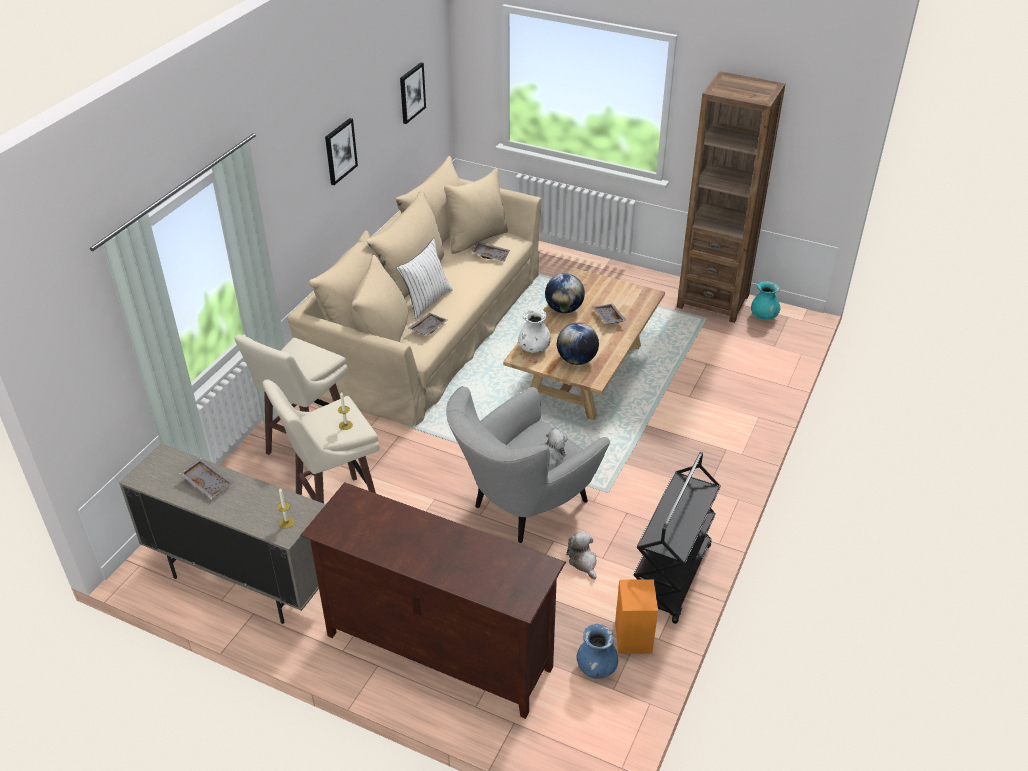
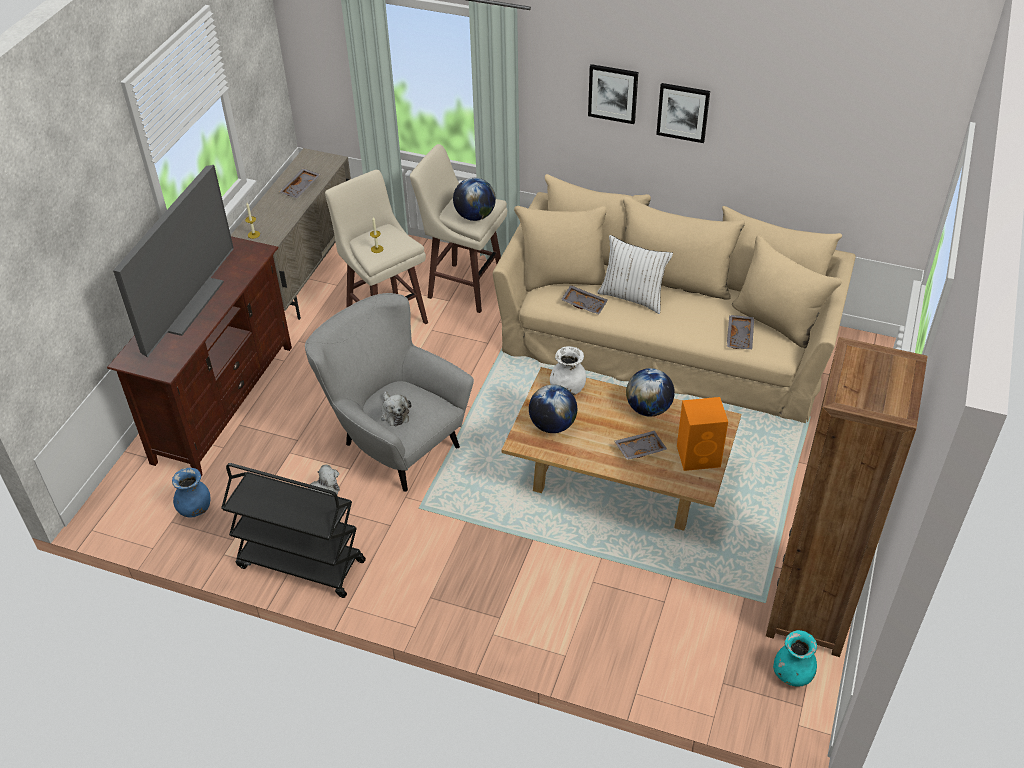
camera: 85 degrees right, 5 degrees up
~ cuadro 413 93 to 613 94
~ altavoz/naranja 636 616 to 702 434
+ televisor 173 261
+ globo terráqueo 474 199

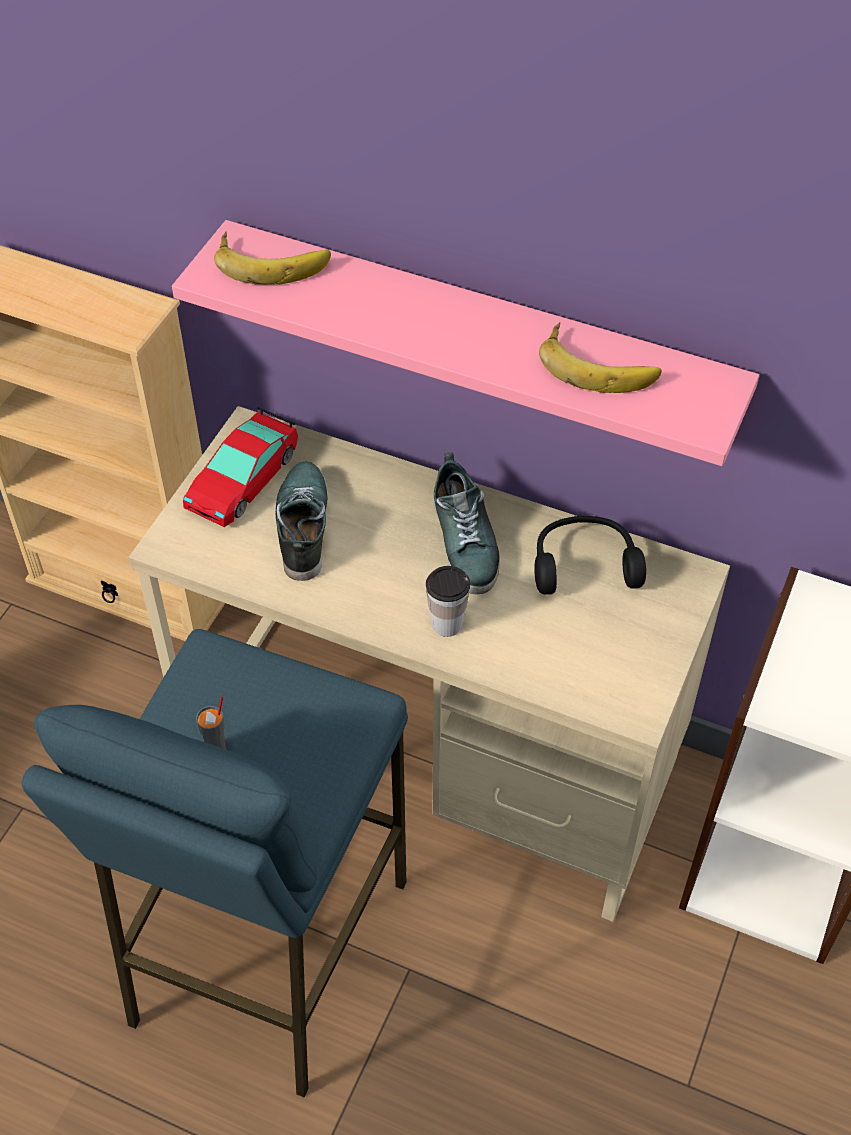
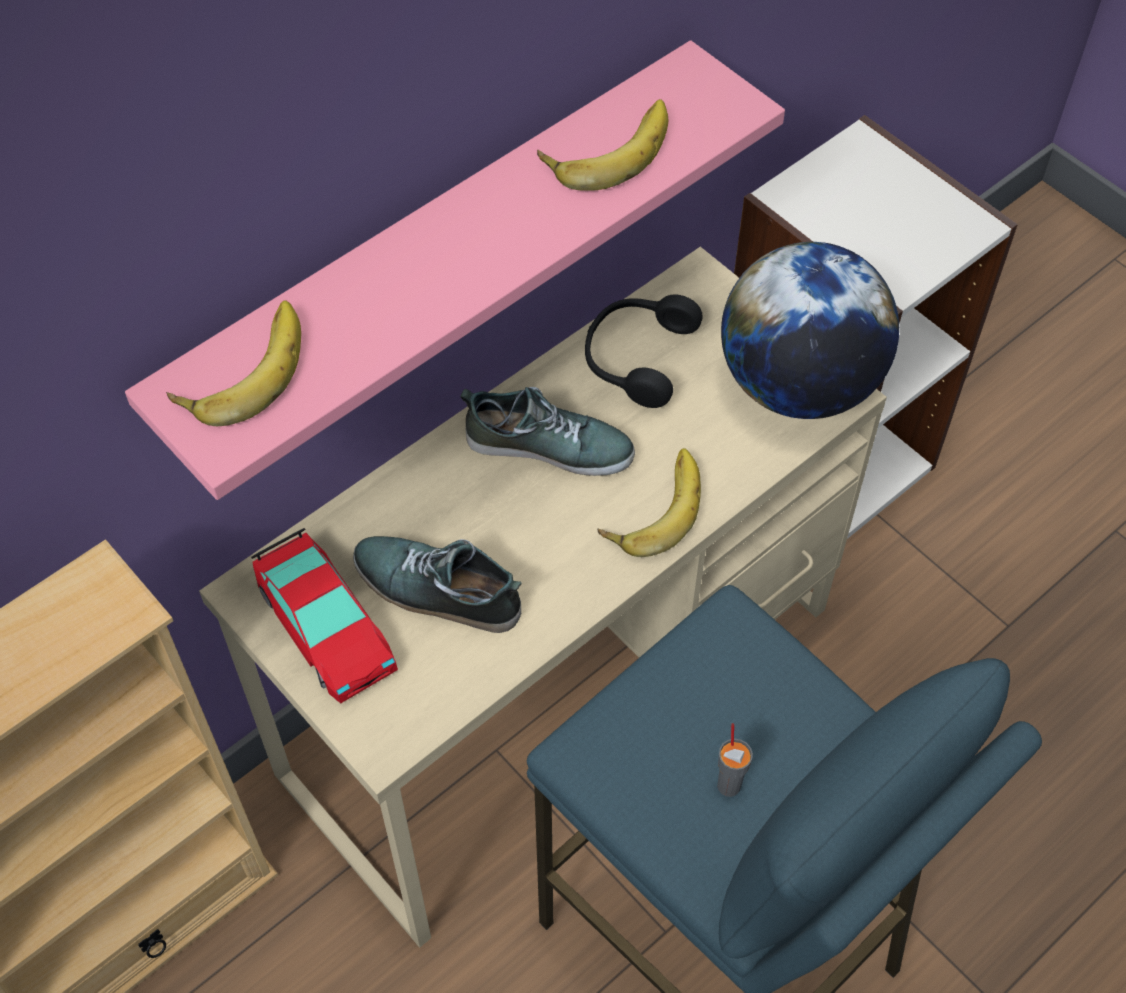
camera: 65 degrees left, 5 degrees up
~ taza 448 601 to plátano 649 502
+ globo terráqueo 810 330

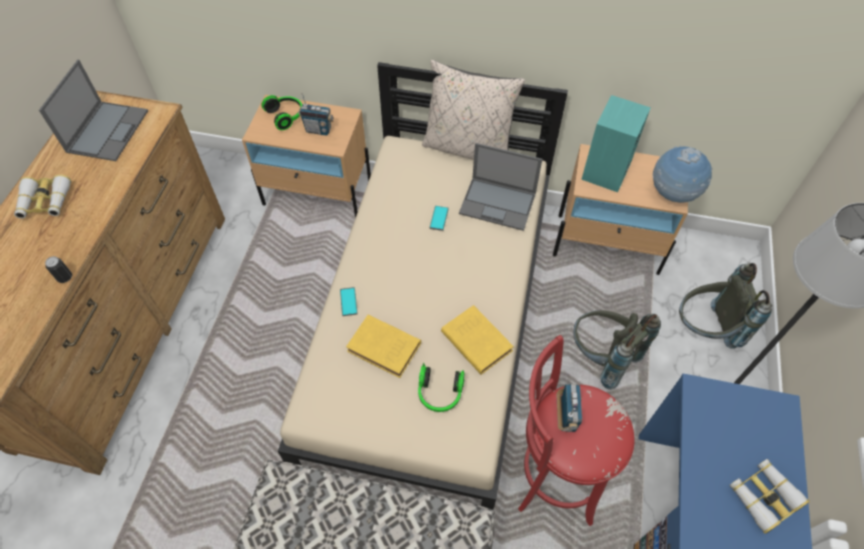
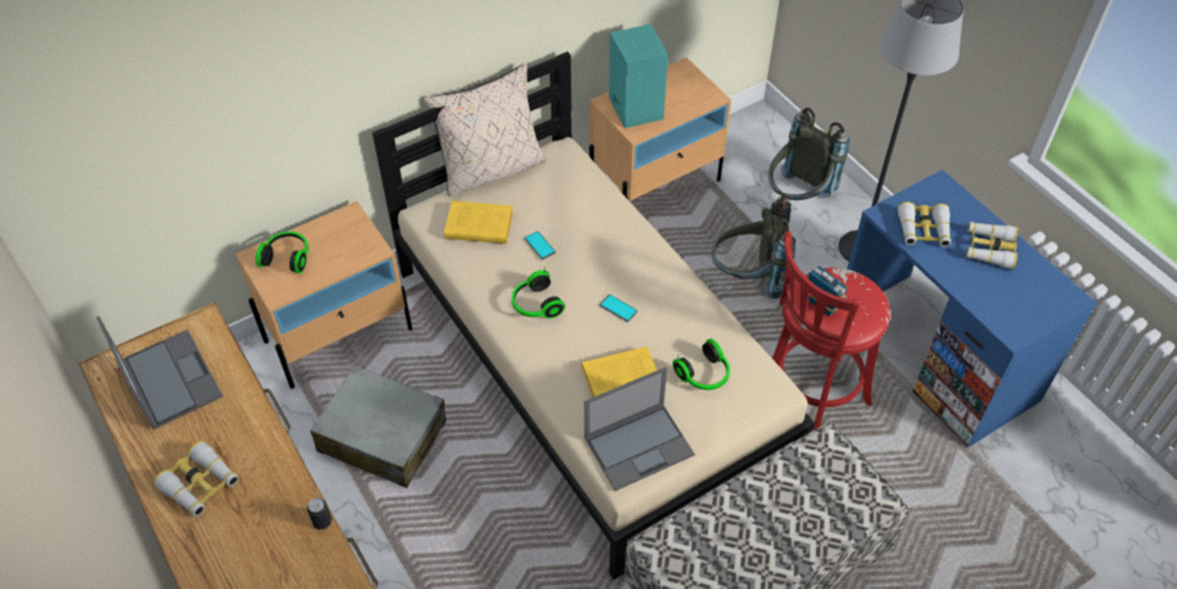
camera: 45 degrees left, 5 degrees down
- radio 316 114
~ portátil 500 187 to 639 429
- globo terráqueo 682 174
~ móvil 349 301 to 619 308
~ libro/amarillo 477 340 to 478 222
+ prismáticos 924 224
+ auriculares 538 293
+ maleta/gris 378 426

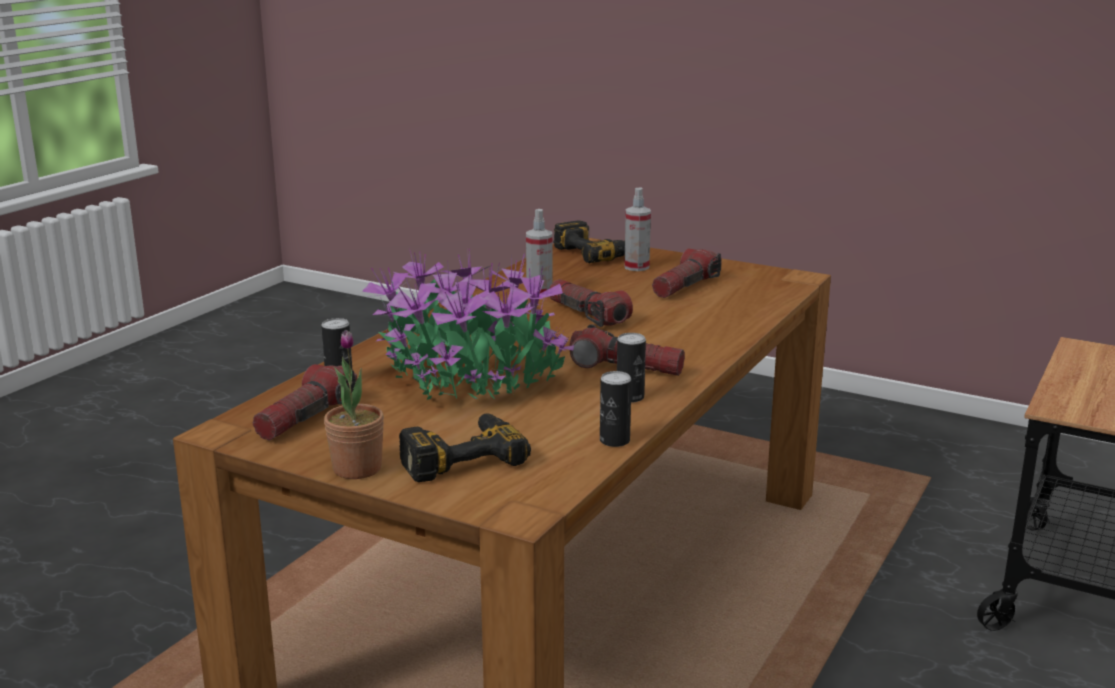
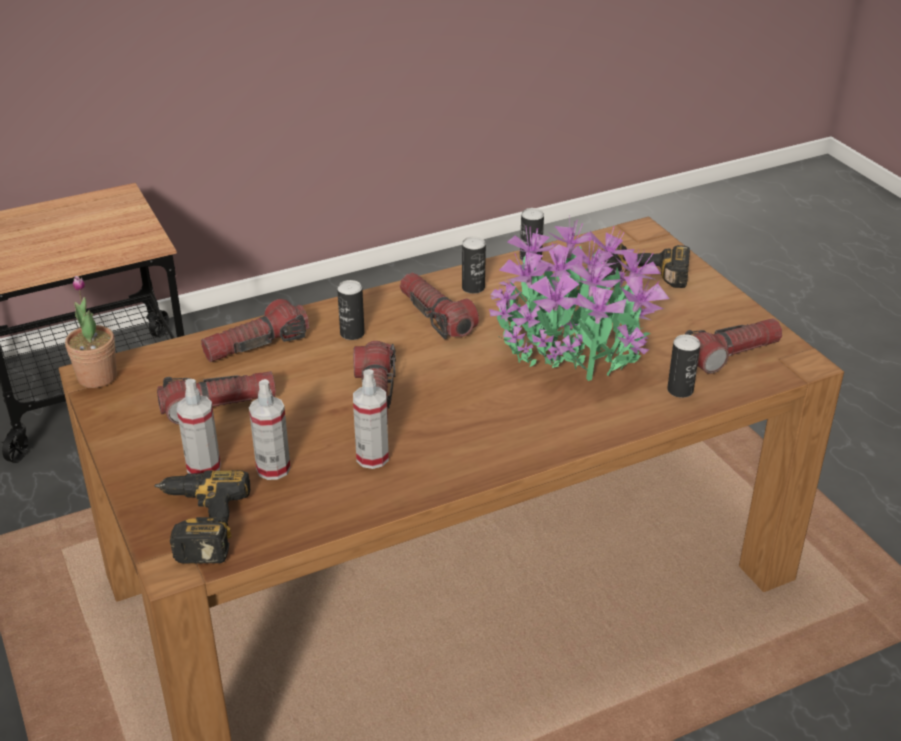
camera: 145 degrees left, 15 degrees up
~ planta en maceta 354 404 to 91 332
+ lata 351 310
+ linterna 255 330
+ pulverizador 270 429

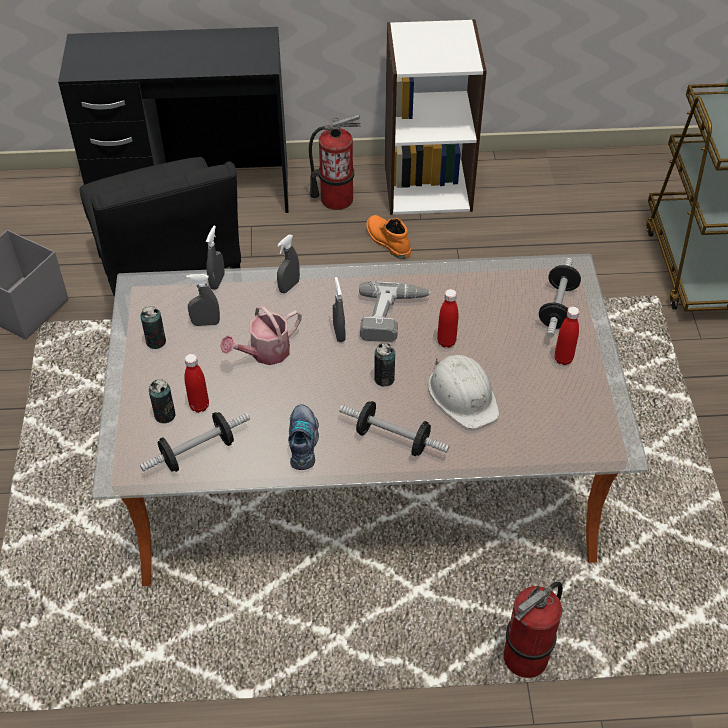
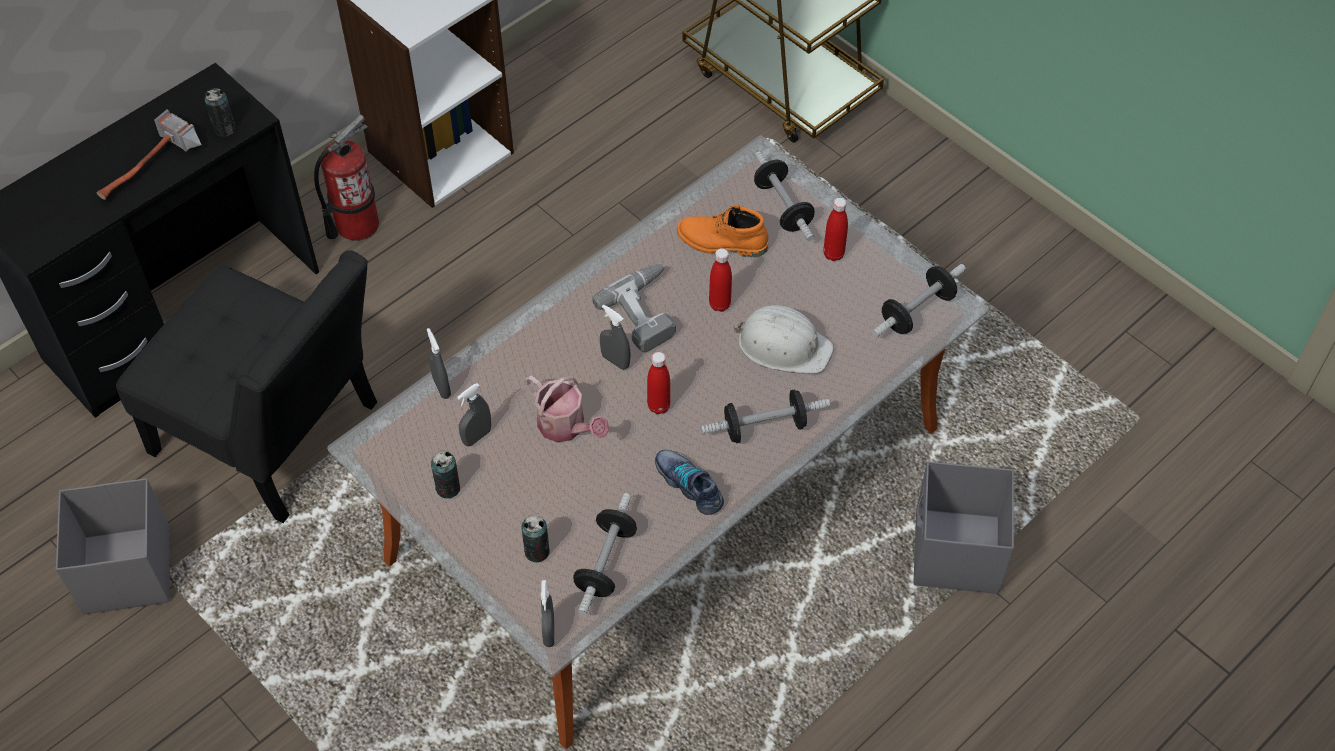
camera: 40 degrees left, 5 degrees up
~ bota/naranja 388 237 to 722 231
~ pulverizador/gris 288 263 to 548 613
~ regadera 261 335 = 567 408 60 degrees counterclockwise
~ lata 384 365 to 220 112
~ botella/rojo 196 383 to 658 383
~ extintor 533 630 to caja de almacenaje/gris 963 527
+ martillo 149 155
+ mancuerna 919 300

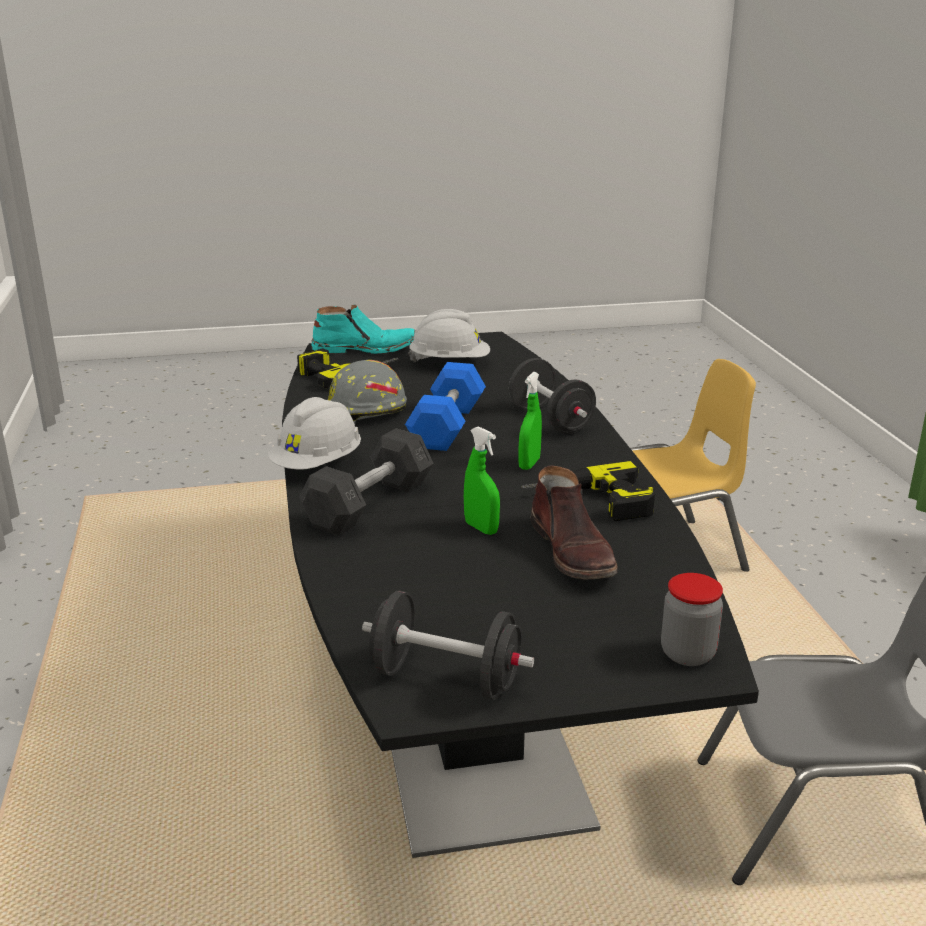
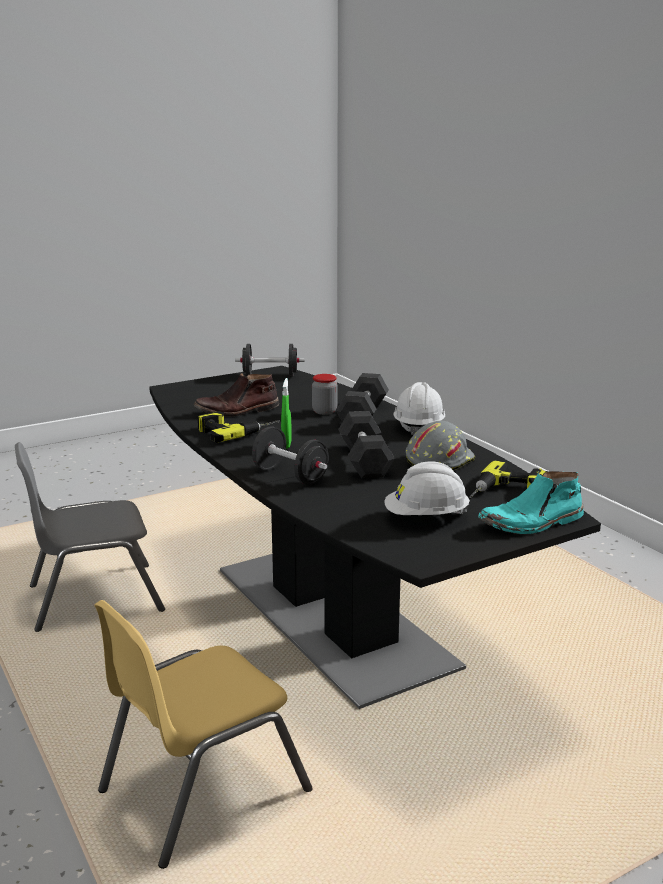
camera: 160 degrees right, 5 degrees down
~ mancuerna/azul 445 406 to mancuerna/gris 366 444
- pulverizador/verde 482 480
~ bota/marrón 574 522 = 236 395 75 degrees counterclockwise
~ tarro 692 619 to 324 394

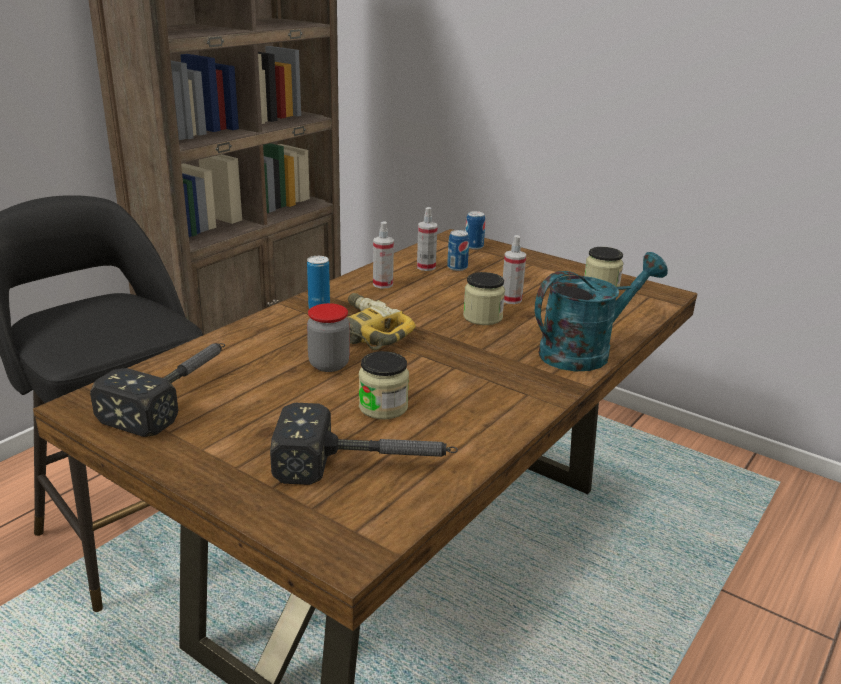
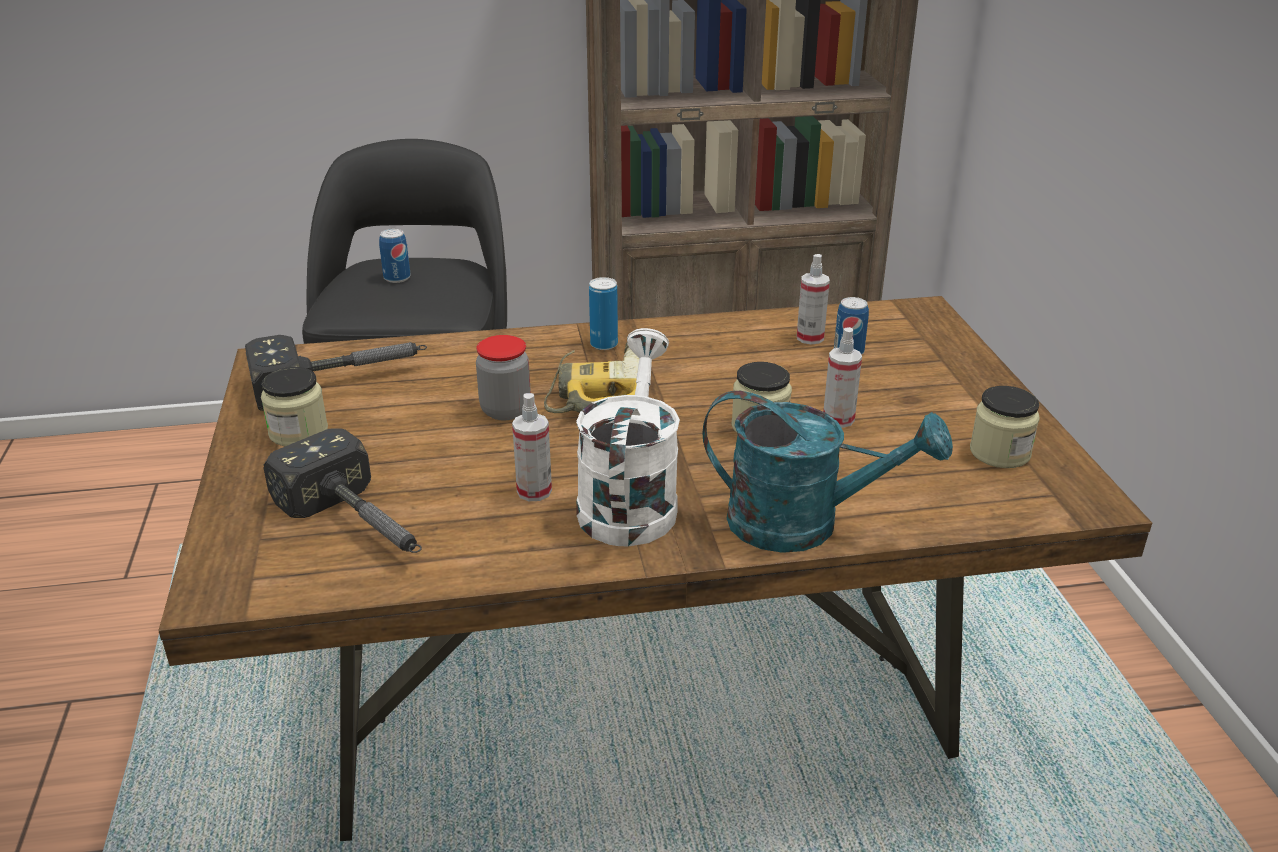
camera: 45 degrees right, 5 degrees up
~ lata 475 230 to 395 256
~ pulverizador 383 255 to 532 447
~ tarro 384 385 to 294 406
+ regadera/blanco 628 437

